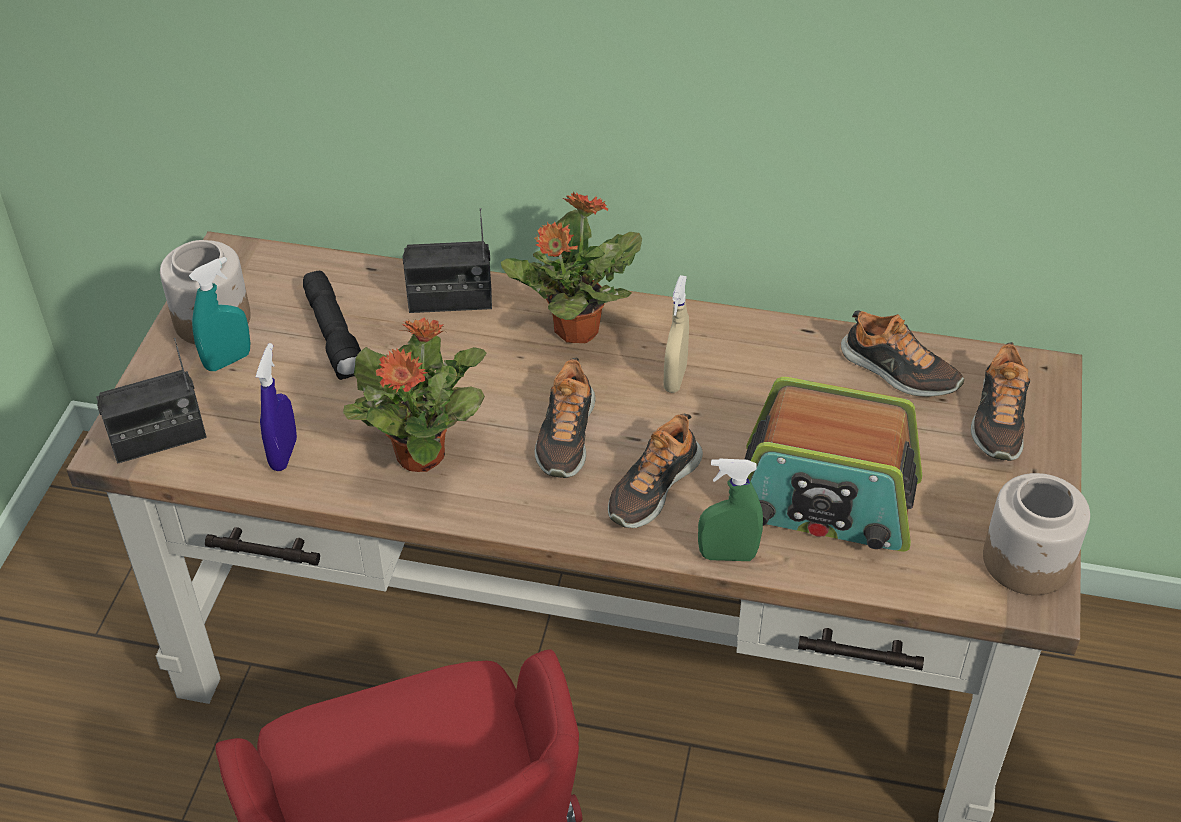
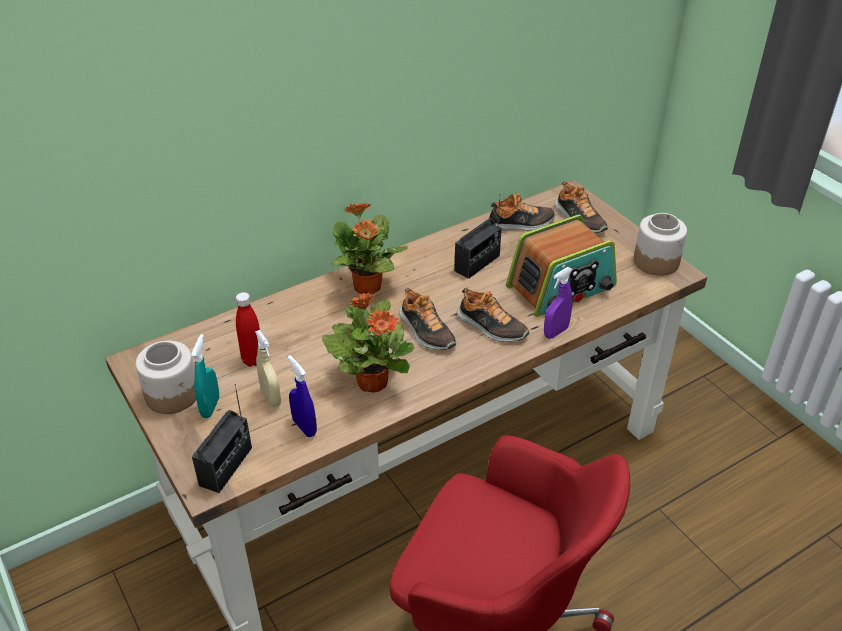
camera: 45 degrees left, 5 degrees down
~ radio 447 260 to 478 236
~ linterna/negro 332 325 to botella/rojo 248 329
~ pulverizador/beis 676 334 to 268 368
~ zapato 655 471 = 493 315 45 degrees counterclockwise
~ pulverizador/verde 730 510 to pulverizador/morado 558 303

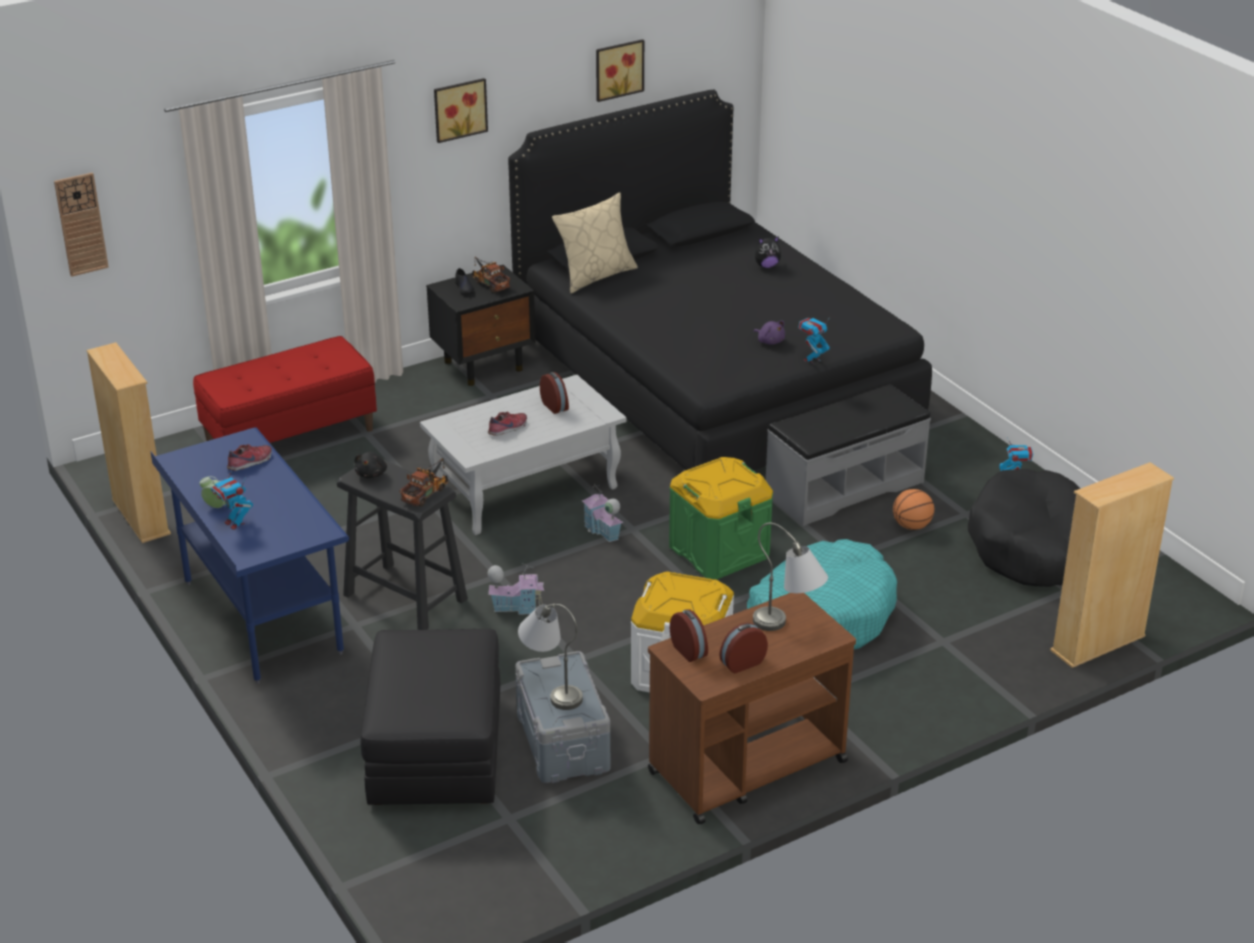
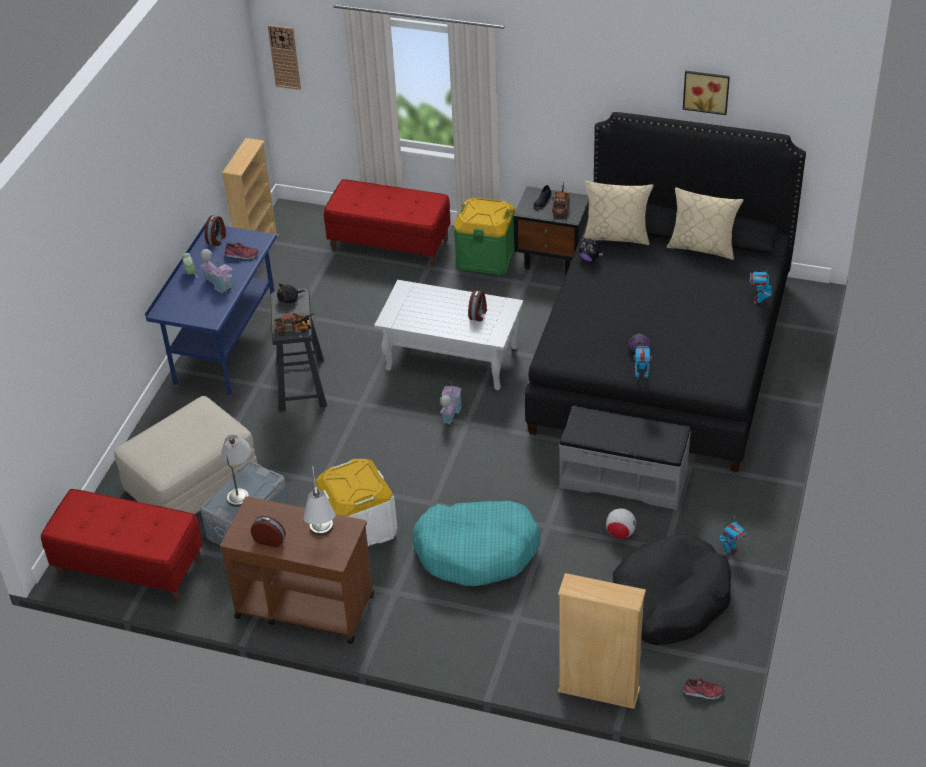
camera: 50 degrees right, 10 degrees up
- cuadro 461 110
~ peluche 768 252 to 591 249
~ zapato 507 424 to 703 689
~ caja de almacenaje/verde 721 518 to 484 236
~ robot de juguete 232 498 to 760 285
~ balón de baloncesto 913 509 to balón de fútbol 621 523
~ casita 516 589 to 217 271
~ despertador 689 635 to 215 230
~ puf/negro 430 717 to puf/beis 186 455
+ cojín/beis 705 224
+ banco/rojo 122 545

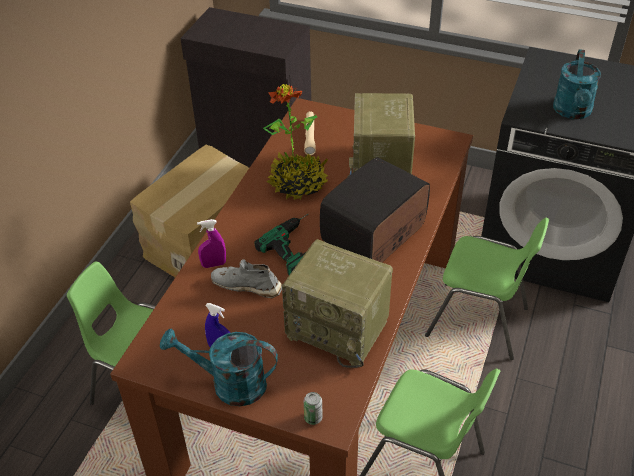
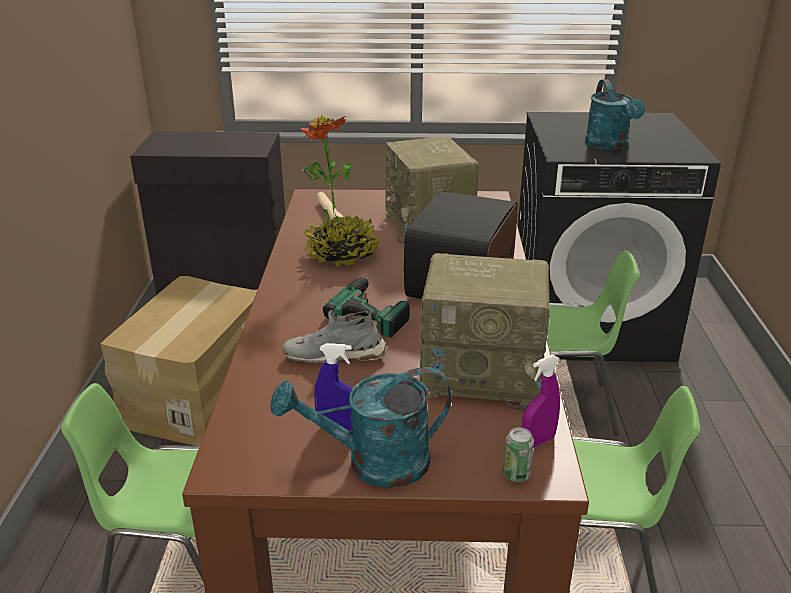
camera: 20 degrees left, 15 degrees down
~ pulverizador/morado 211 243 to 541 401

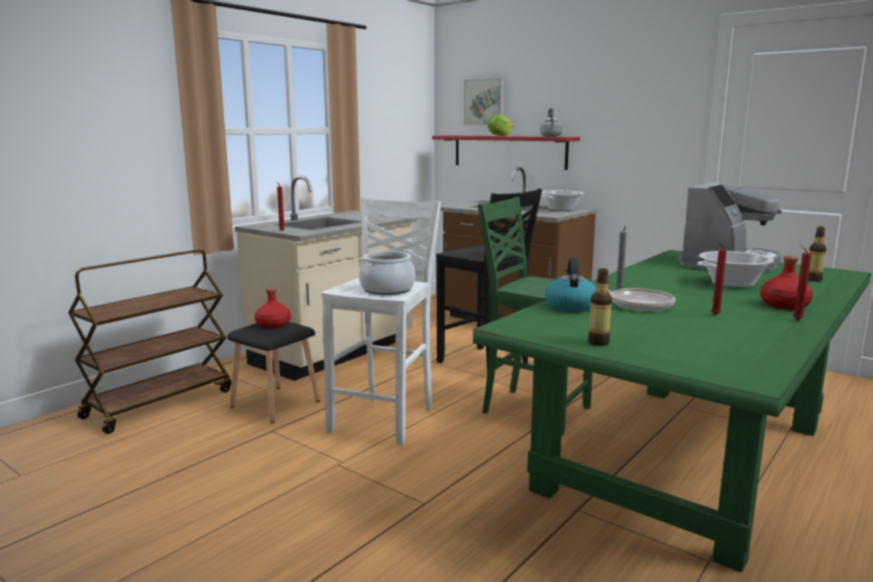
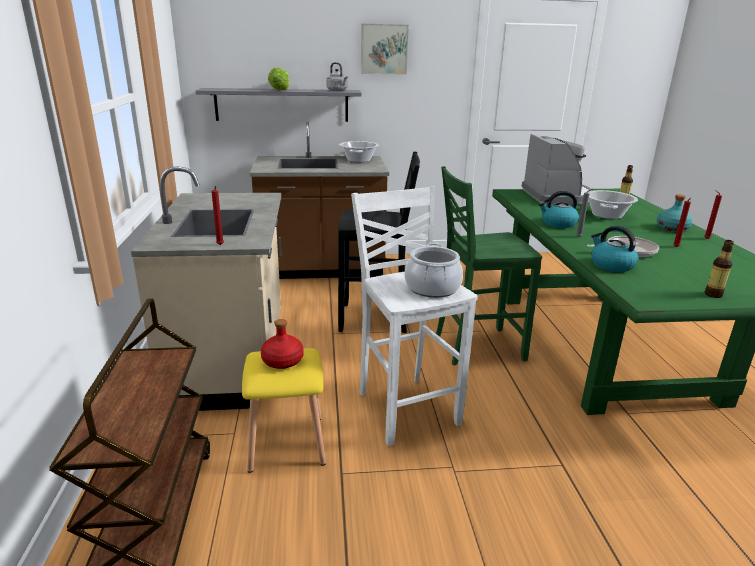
camera: 45 degrees left, 10 degrees up
~ cuadro 484 101 to 385 49
~ estante/rojo 506 152 to estante/gris 279 105
~ botella/rojo 786 283 to botella/turquesa 674 213
~ taburete/negro 273 372 to taburete/amarillo 284 410
+ hervidor 559 209

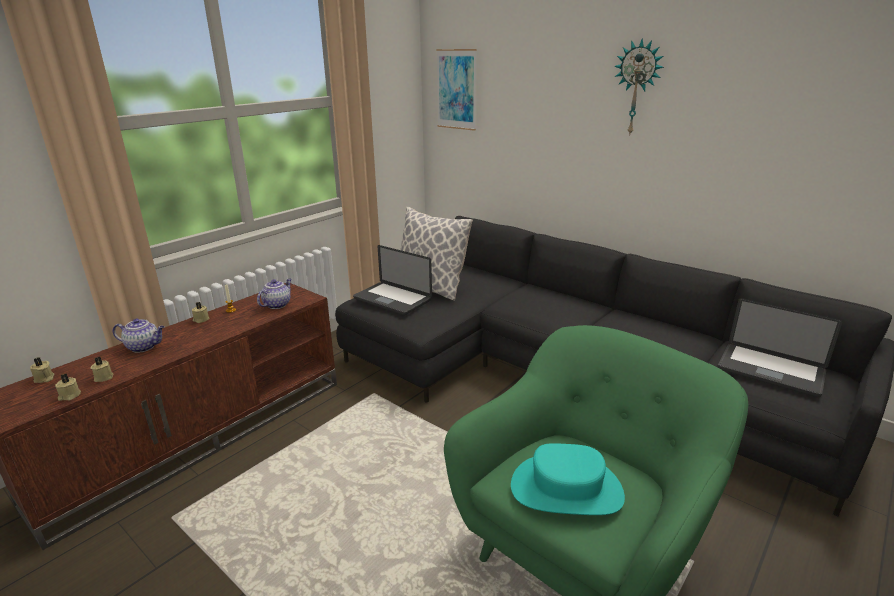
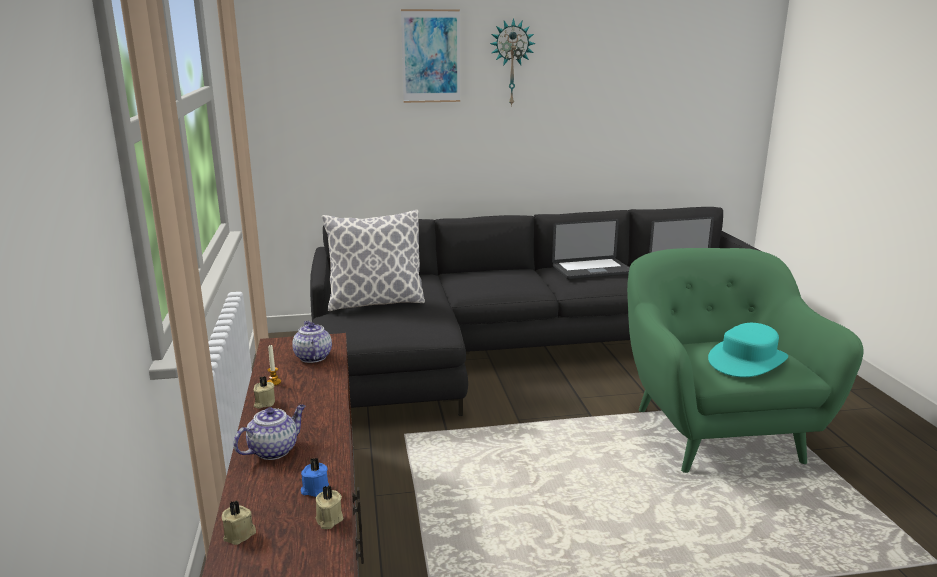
camera: 50 degrees left, 5 degrees down
~ cuadro 456 90 to 430 56
~ portátil 392 280 to 591 249
~ vela/beis 102 369 to vela/azul 315 477

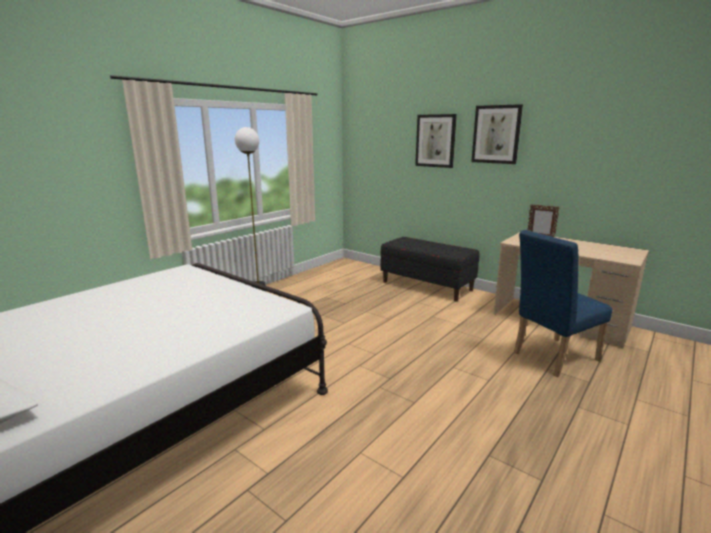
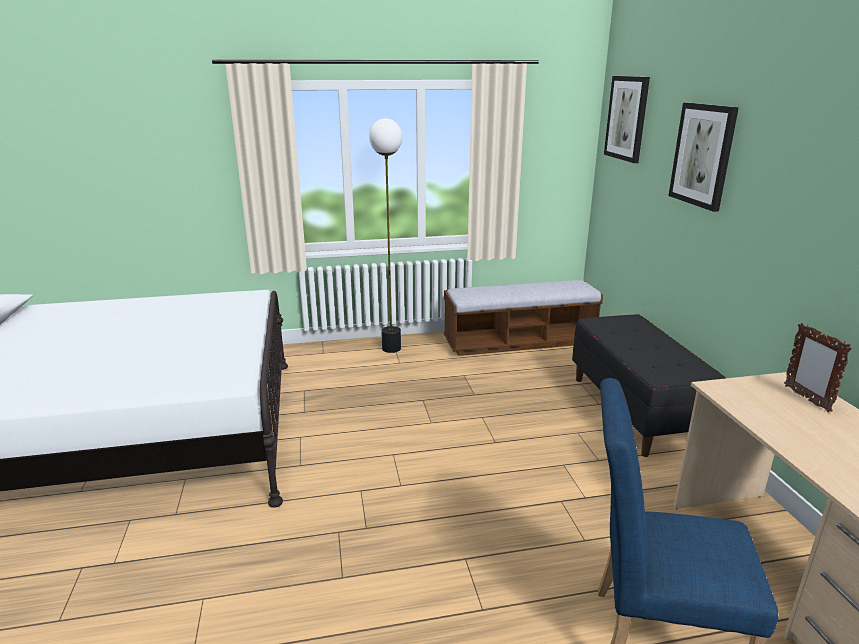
camera: 40 degrees right, 5 degrees up
~ cuadro 497 134 to 627 119
+ banco 523 318

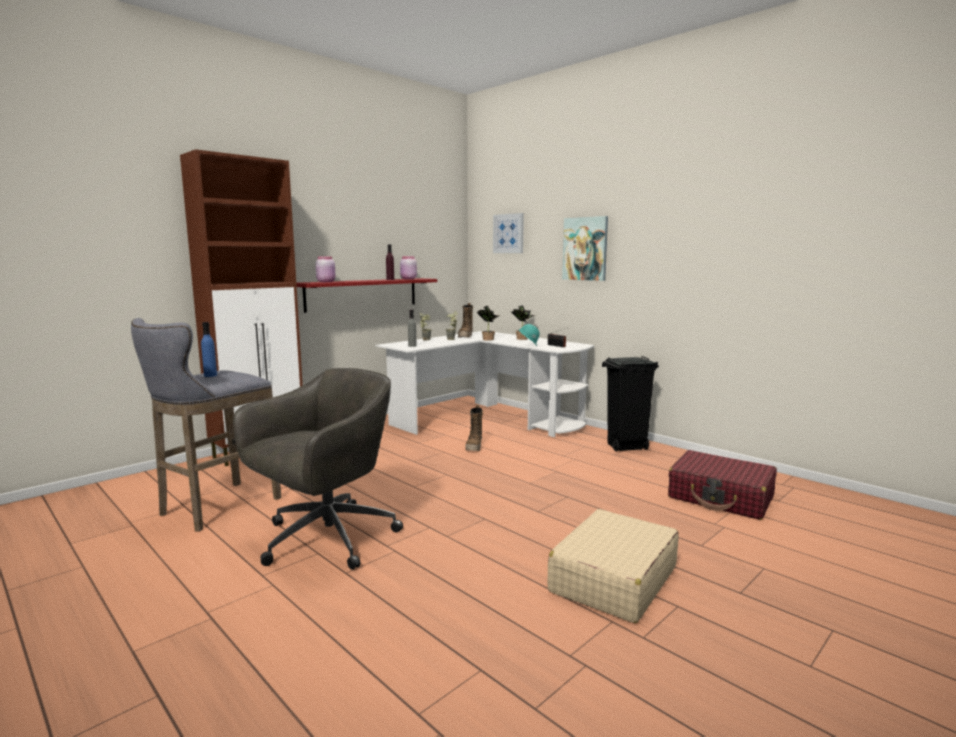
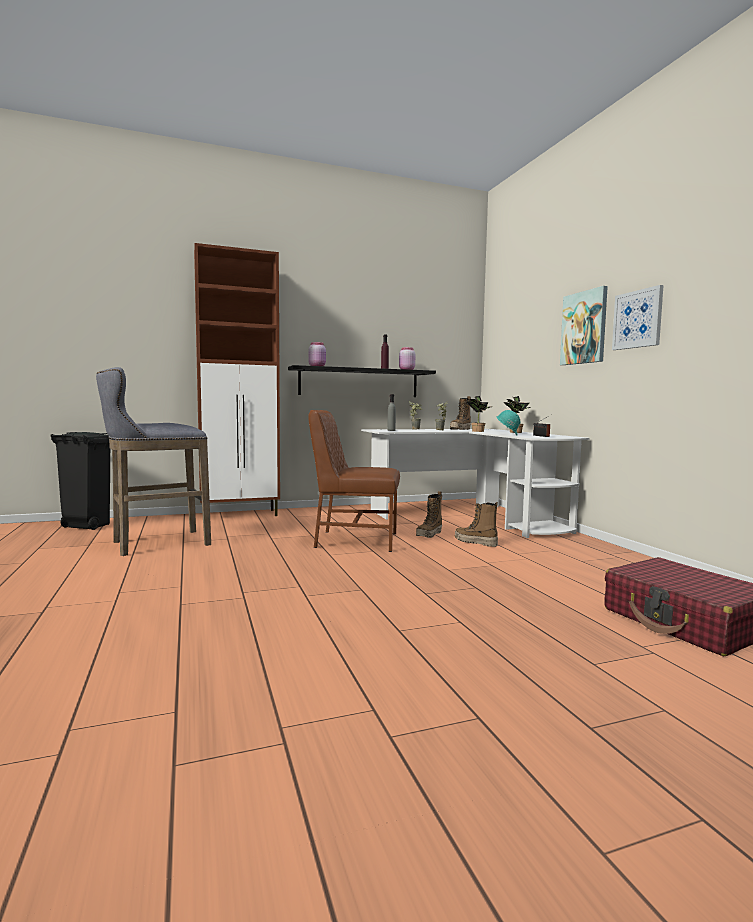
camera: 25 degrees right, 5 degrees down
~ cuadro 508 233 to 638 317
~ estante/rojo 366 295 to estante/negro 362 381
- botella/azul 209 349
~ papelera/negro 630 403 to 80 481
- silla de oficina/gris 318 469
- maleta/beis 613 566
+ silla/marrón 354 481
+ bota 476 524

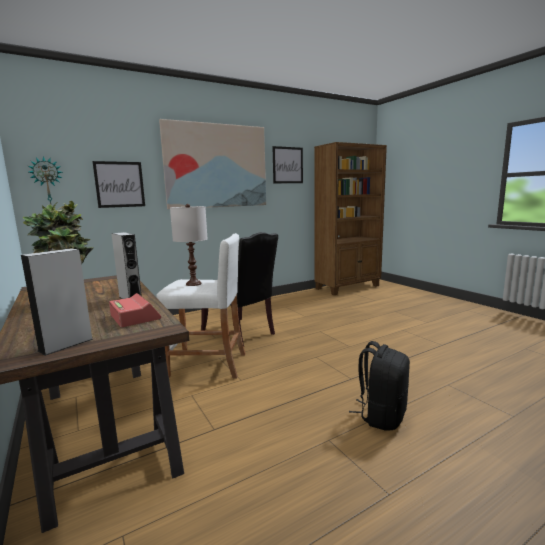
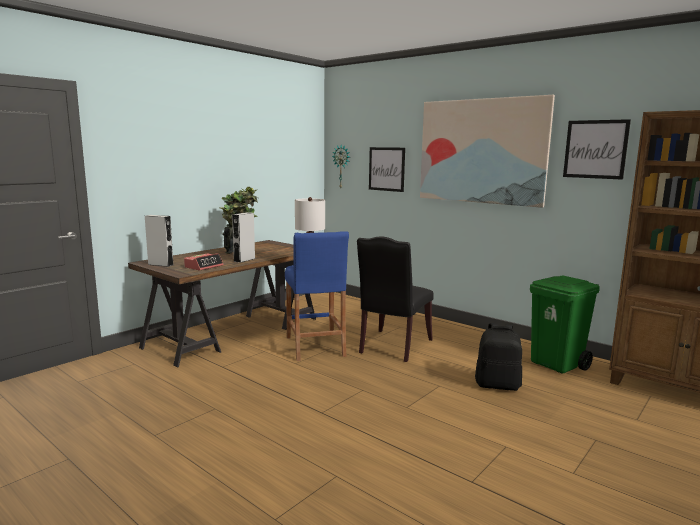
camera: 70 degrees right, 0 degrees up
~ taburete/blanco 201 305 to taburete/azul 317 296
~ mochila/negro 379 386 to 498 357
+ papelera/verde 565 324

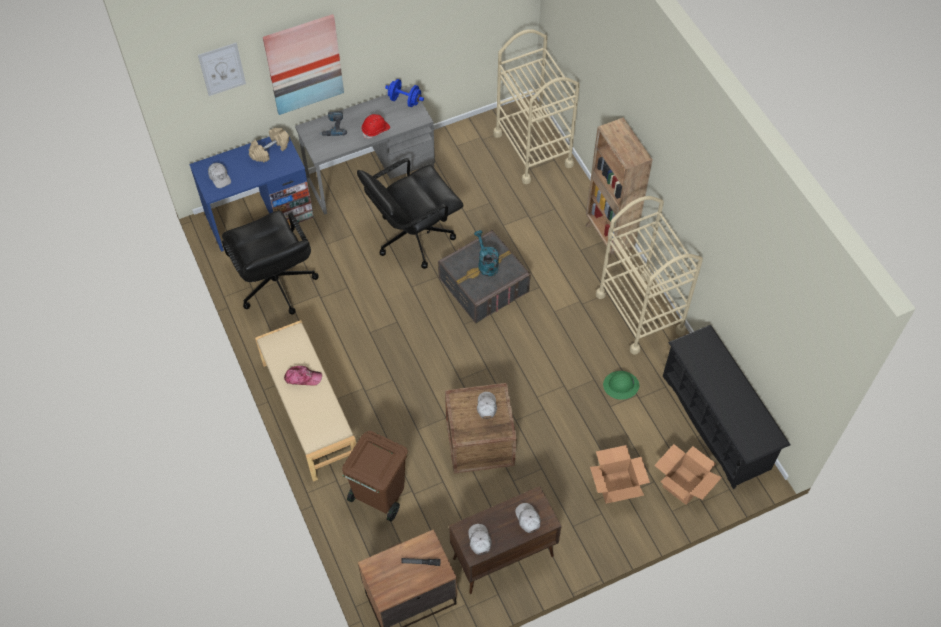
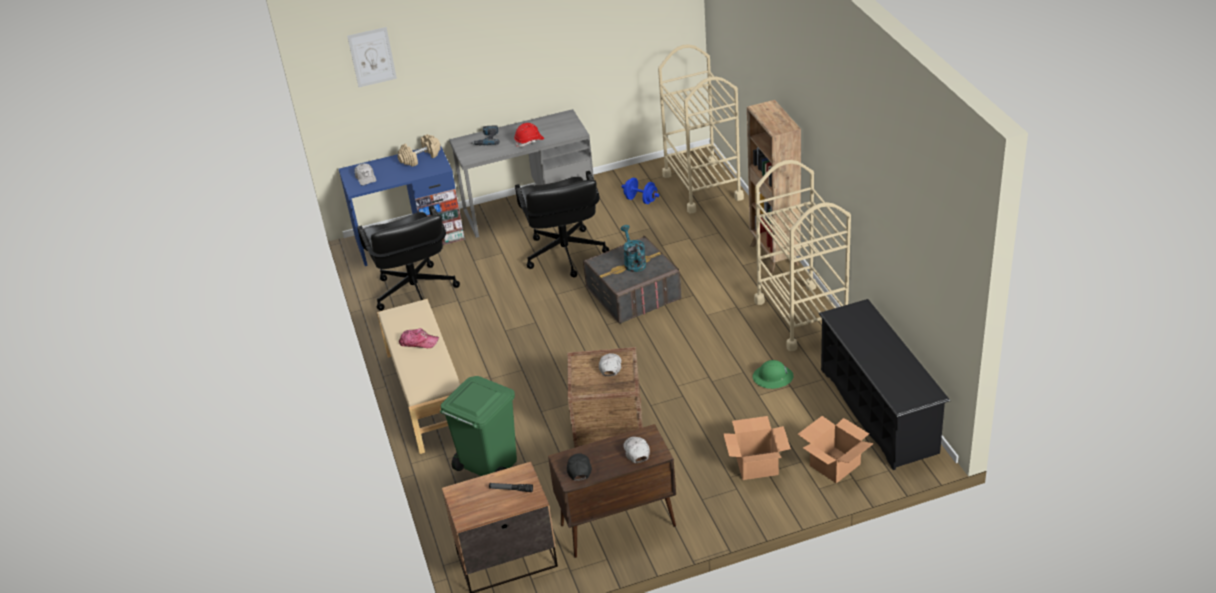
camera: 10 degrees right, 20 degrees down
- cuadro 303 64
~ mancuerna/azul 404 93 to 640 191
~ silla de oficina/negro 410 213 = 562 224 75 degrees counterclockwise
~ papelera/marrón 375 476 to papelera/verde 478 426
~ gorra/blanco 480 539 to gorra/negro 579 467

